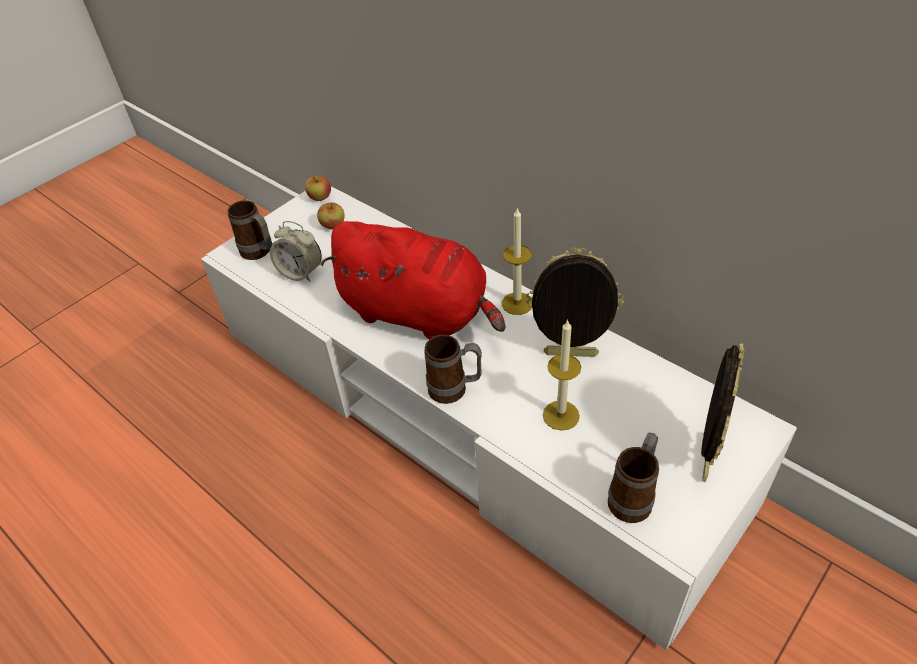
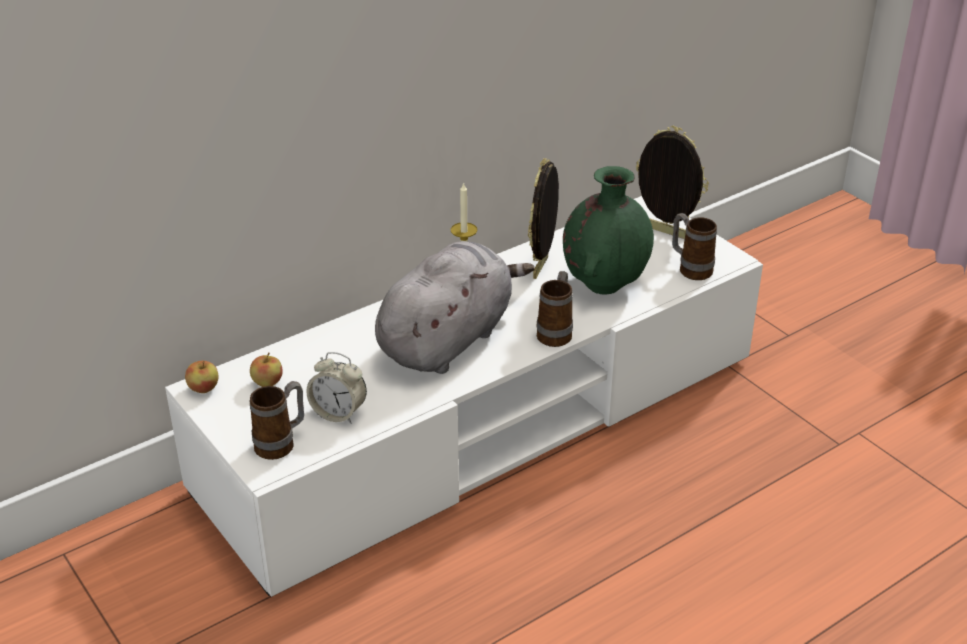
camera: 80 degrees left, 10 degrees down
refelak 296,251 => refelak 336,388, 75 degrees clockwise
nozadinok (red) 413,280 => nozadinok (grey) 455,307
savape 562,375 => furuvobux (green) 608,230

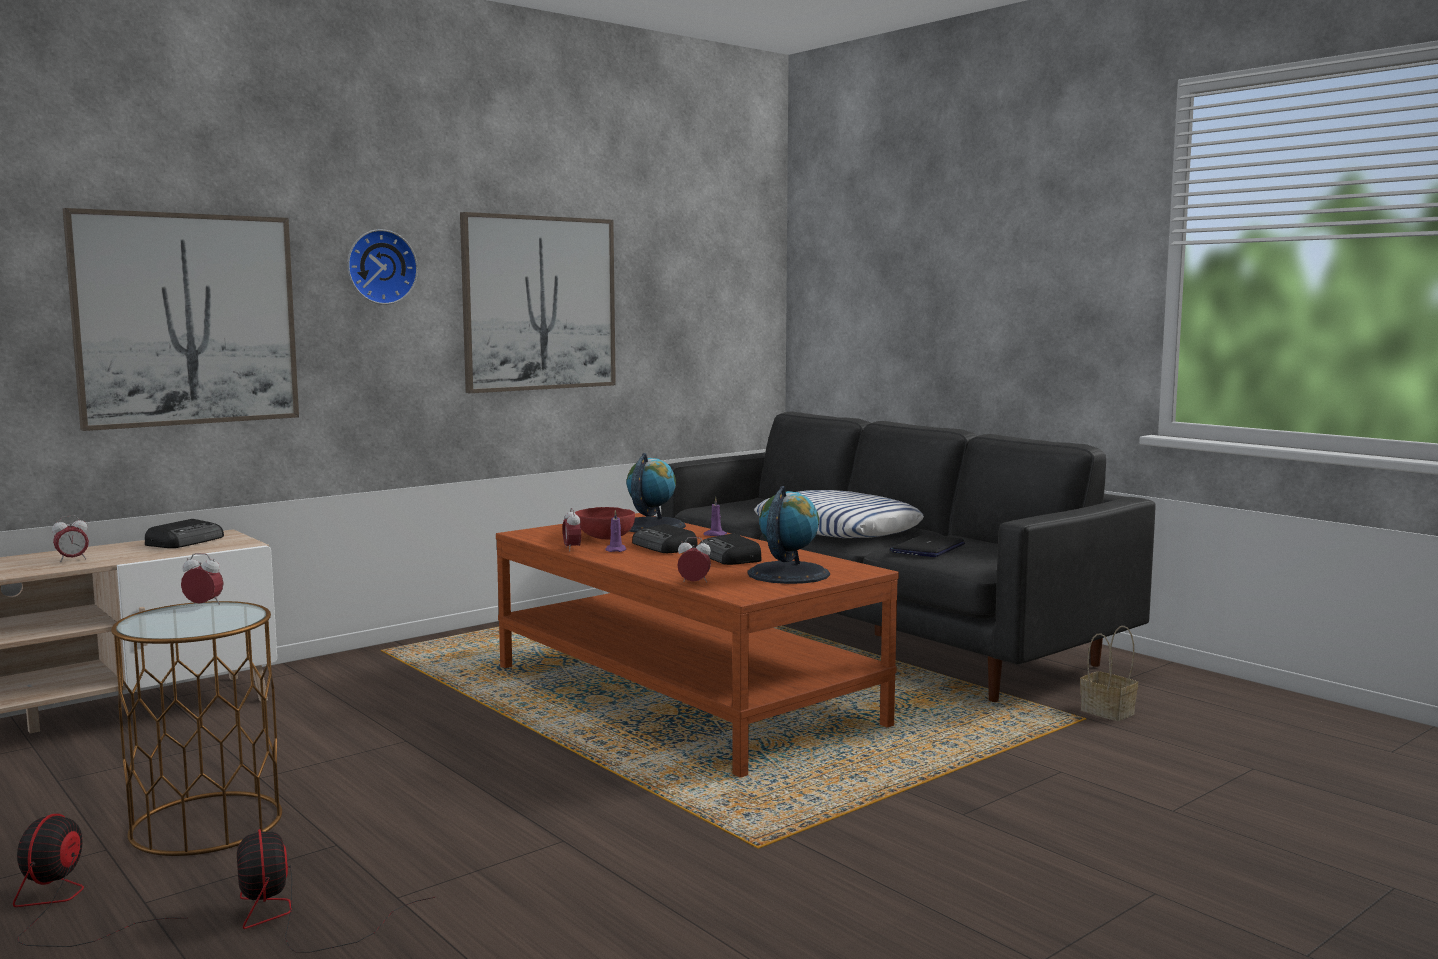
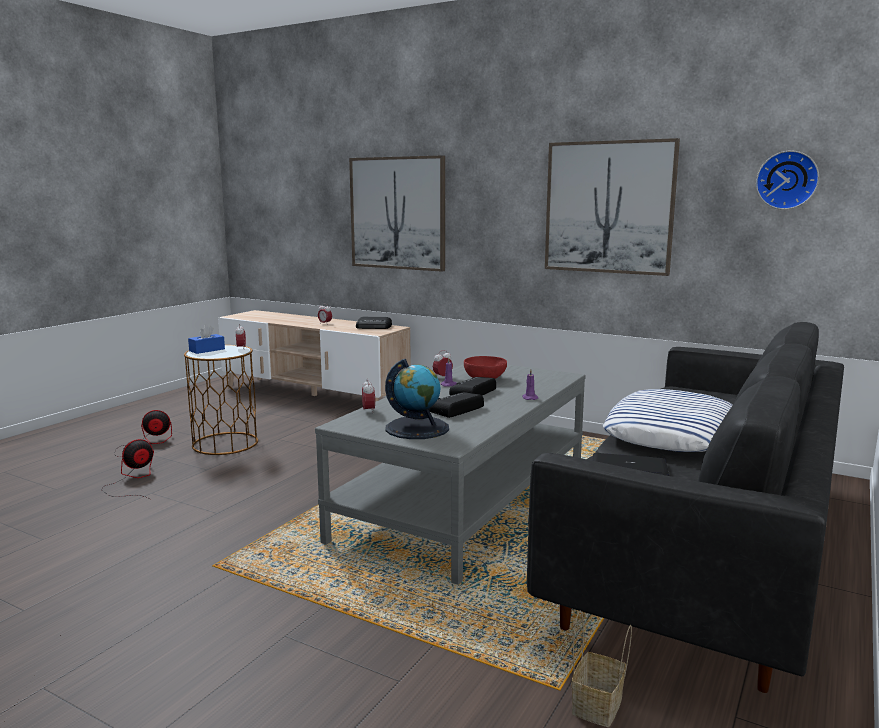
camera: 70 degrees right, 5 degrees up
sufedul 382,267 => sufedul 787,180, move
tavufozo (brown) 697,645 => tavufozo (grey) 450,474
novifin 656,492 => nothing
nothing => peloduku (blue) 206,339

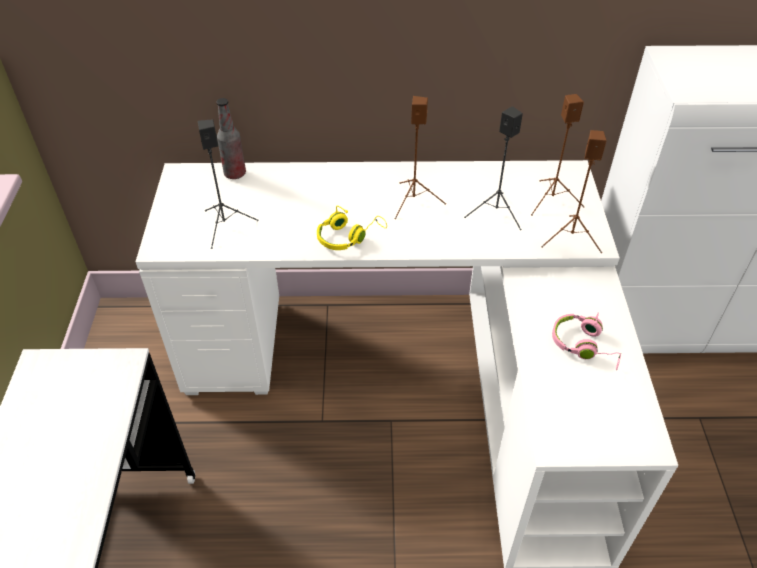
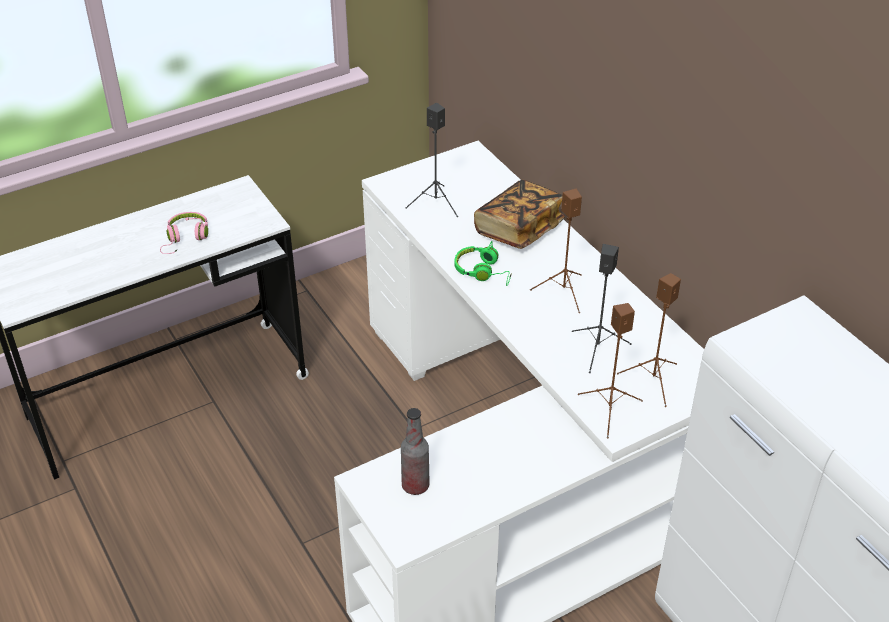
camera: 60 degrees right, 5 degrees down
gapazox 231,138 => gapazox 415,451, move
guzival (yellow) 352,228 => guzival (green) 483,263
guzival (pink) 586,341 => guzival (pink) 184,233, move
nothing => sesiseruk 519,214

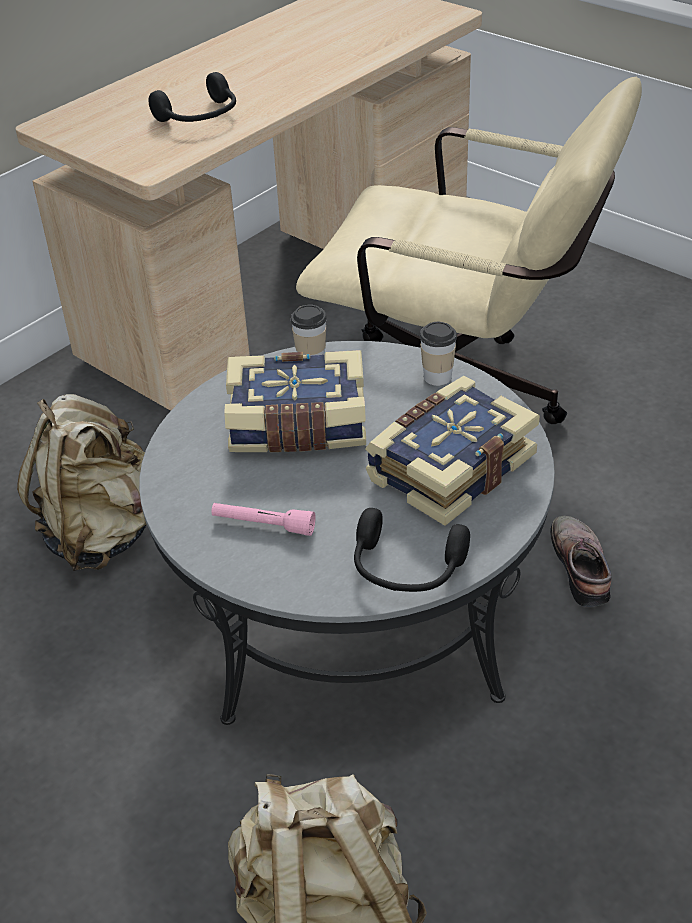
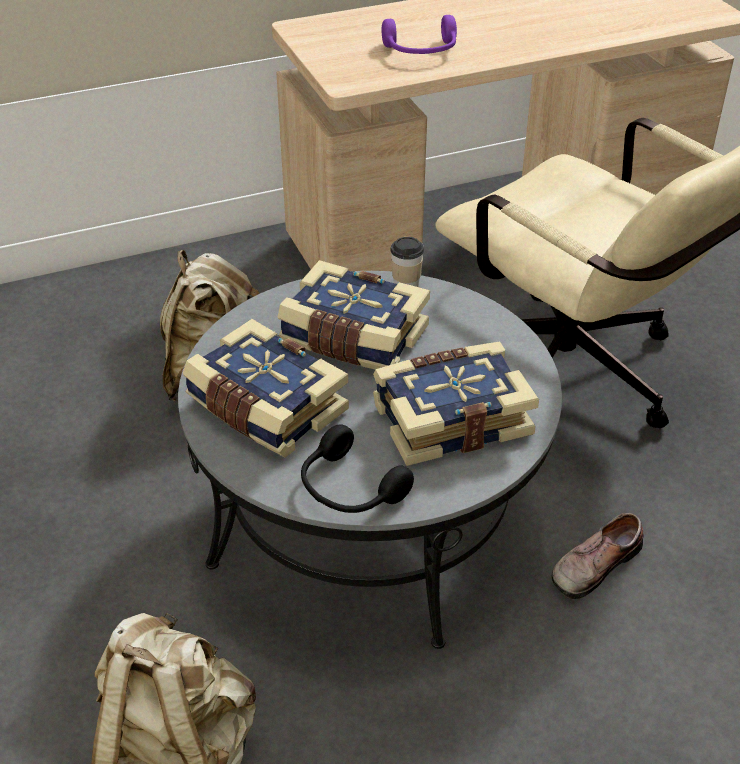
camera: 25 degrees right, 0 degrees up
guzival (black) 192,97 => guzival (purple) 419,34
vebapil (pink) 264,519 => sesiseruk 265,388
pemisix 438,354 => nothing
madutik 580,561 => madutik 597,556, 150 degrees counterclockwise

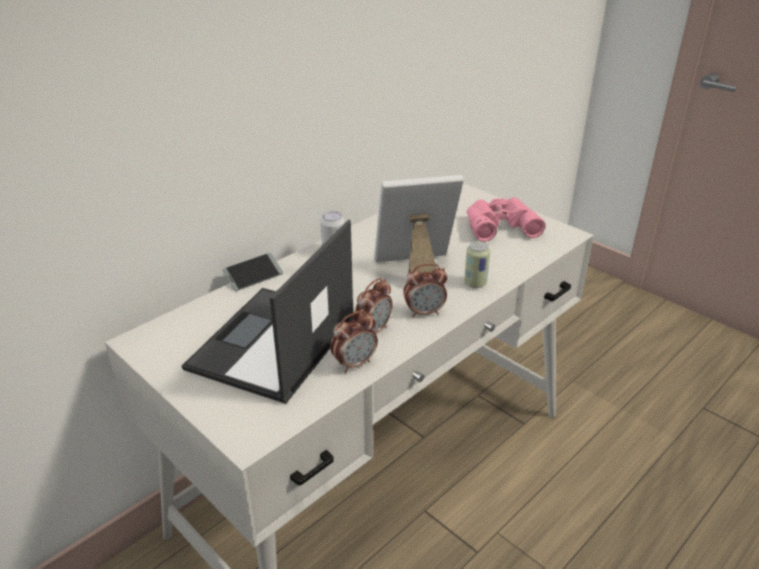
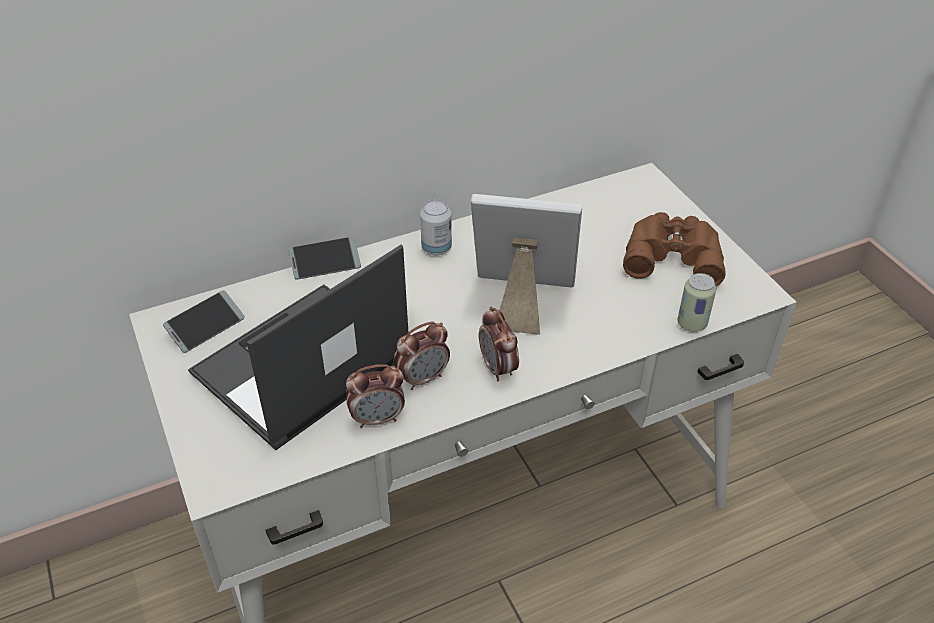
camera: 20 degrees right, 10 degrees up
refelak 425,290 => refelak 499,344, 60 degrees clockwise
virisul 477,264 => virisul 696,302, move
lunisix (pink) 506,219 => lunisix (brown) 674,249
nothing => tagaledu 204,321

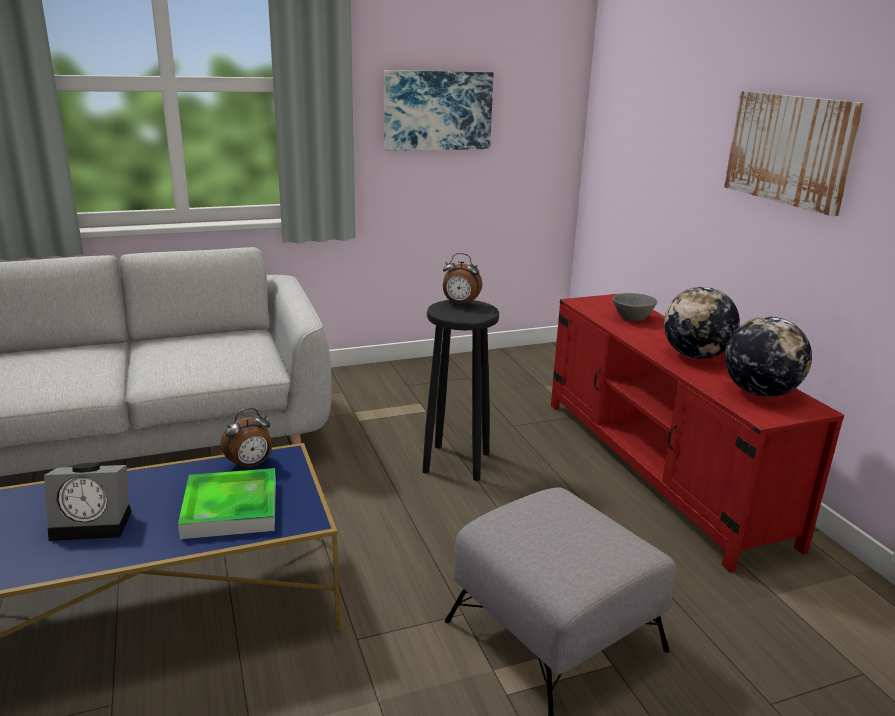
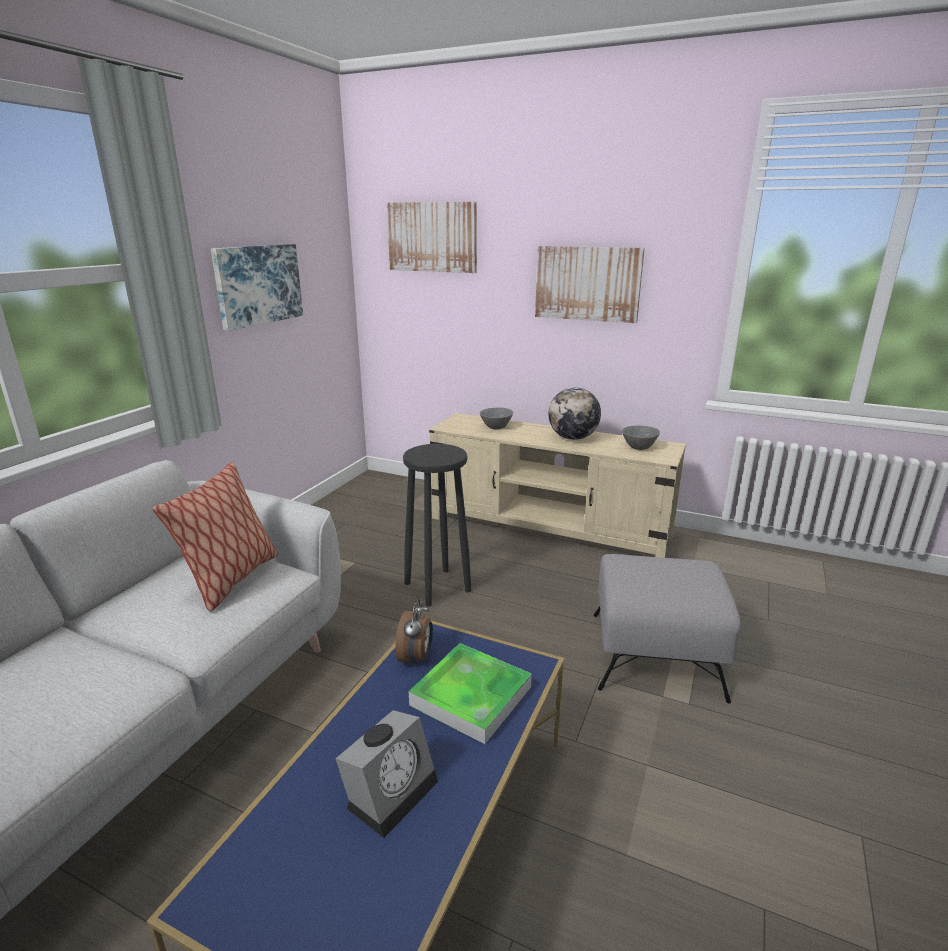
camera: 45 degrees left, 0 degrees up
refelak 462,279 => nothing
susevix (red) 697,433 => susevix (beige) 557,485
novifin 768,356 => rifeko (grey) 641,438
nothing => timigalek 215,537
nothing => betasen 432,237

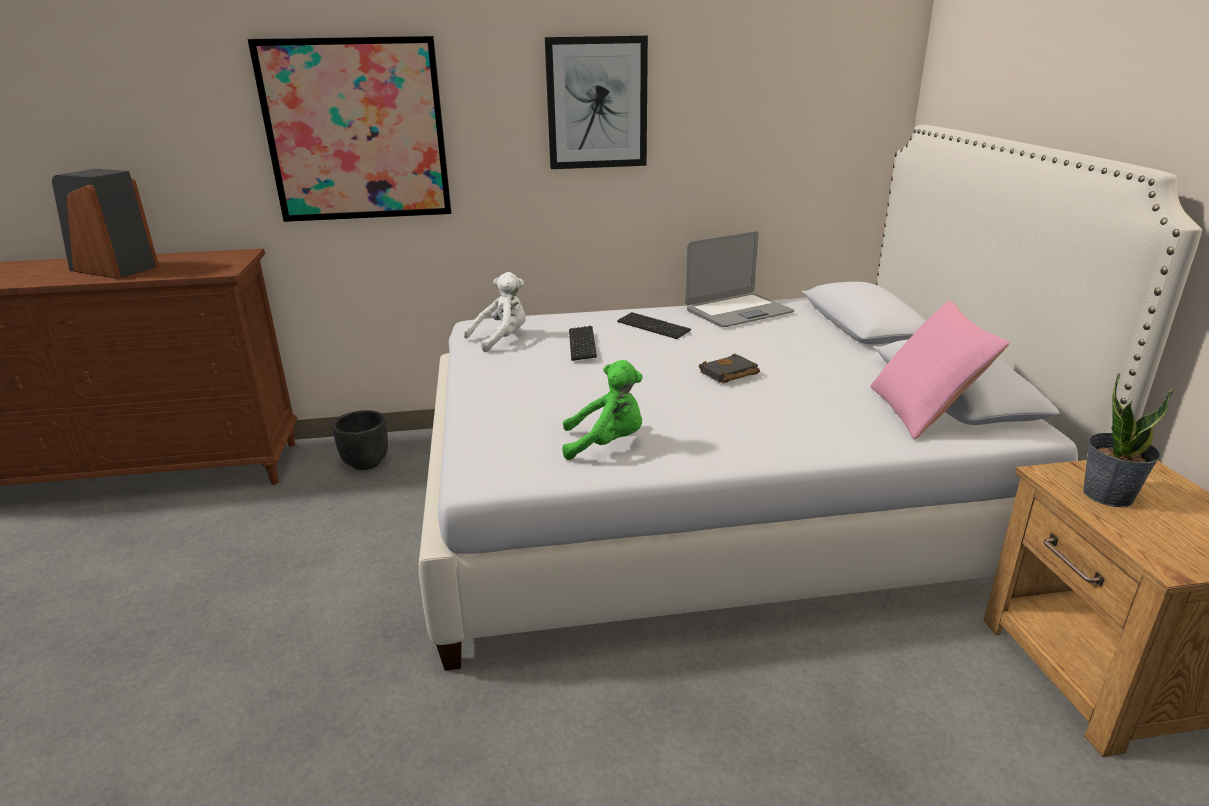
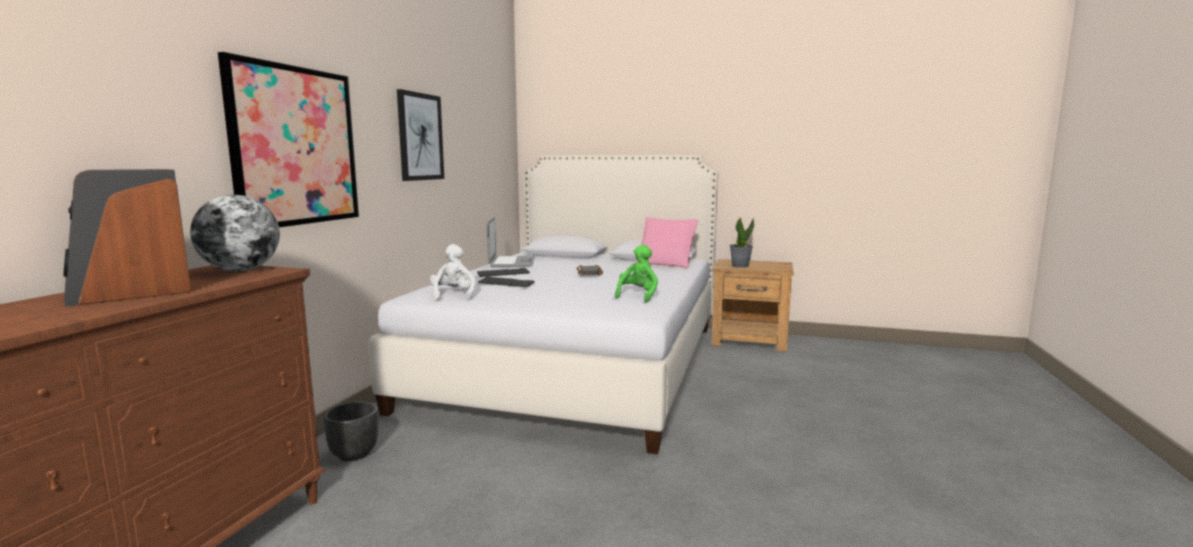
camera: 65 degrees left, 15 degrees down
nothing => novifin 235,233

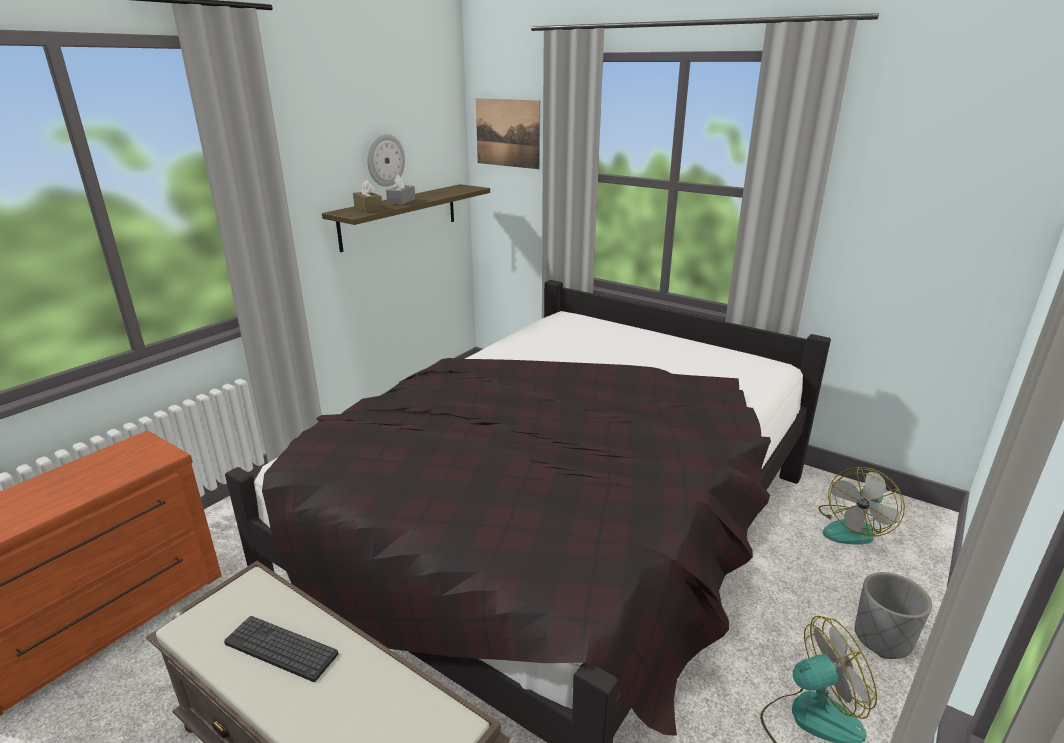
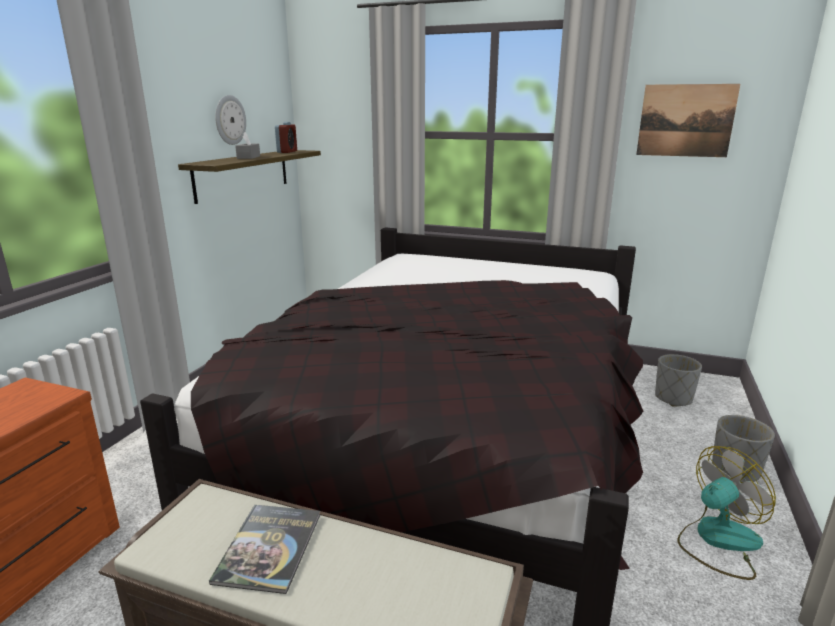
camera: 15 degrees left, 5 degrees down
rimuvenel 281,649 => sesiseruk 264,549
peloduku (brown) 368,196 => nothing
betasen 508,133 => betasen 688,120, move
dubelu 861,506 => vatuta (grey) 678,380
nothing => refelak 286,137

